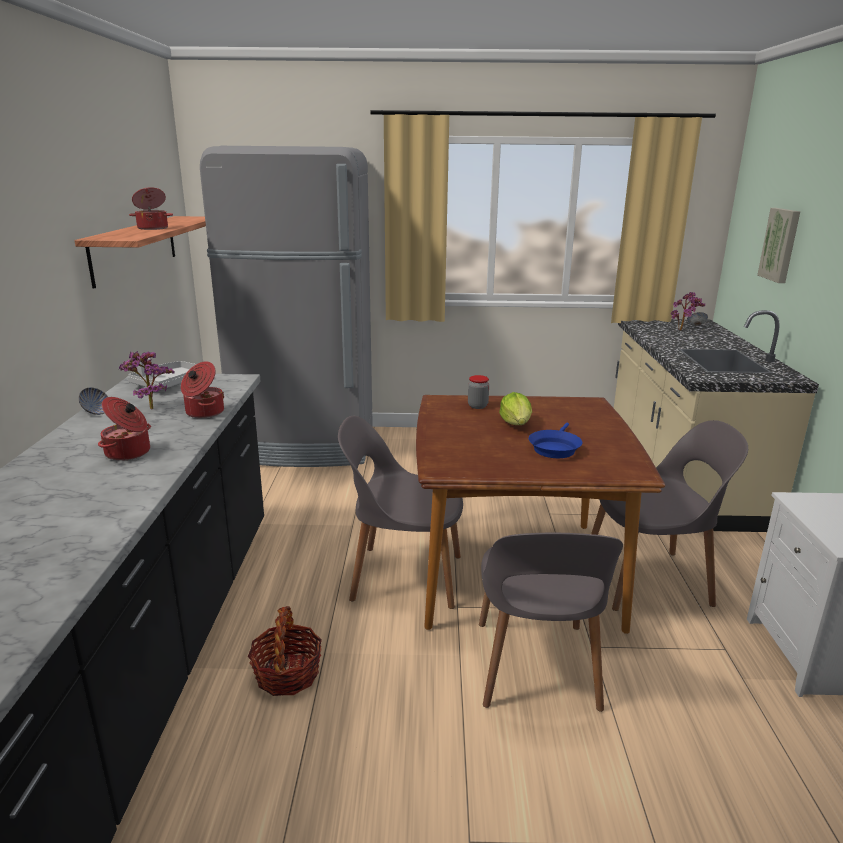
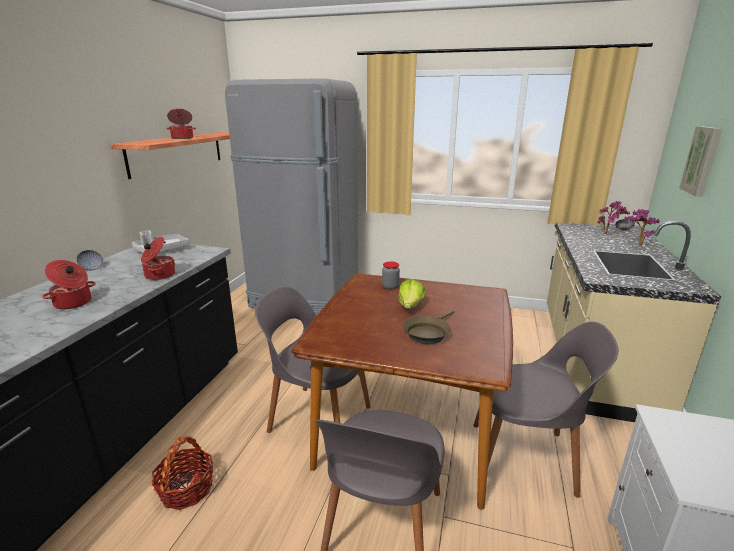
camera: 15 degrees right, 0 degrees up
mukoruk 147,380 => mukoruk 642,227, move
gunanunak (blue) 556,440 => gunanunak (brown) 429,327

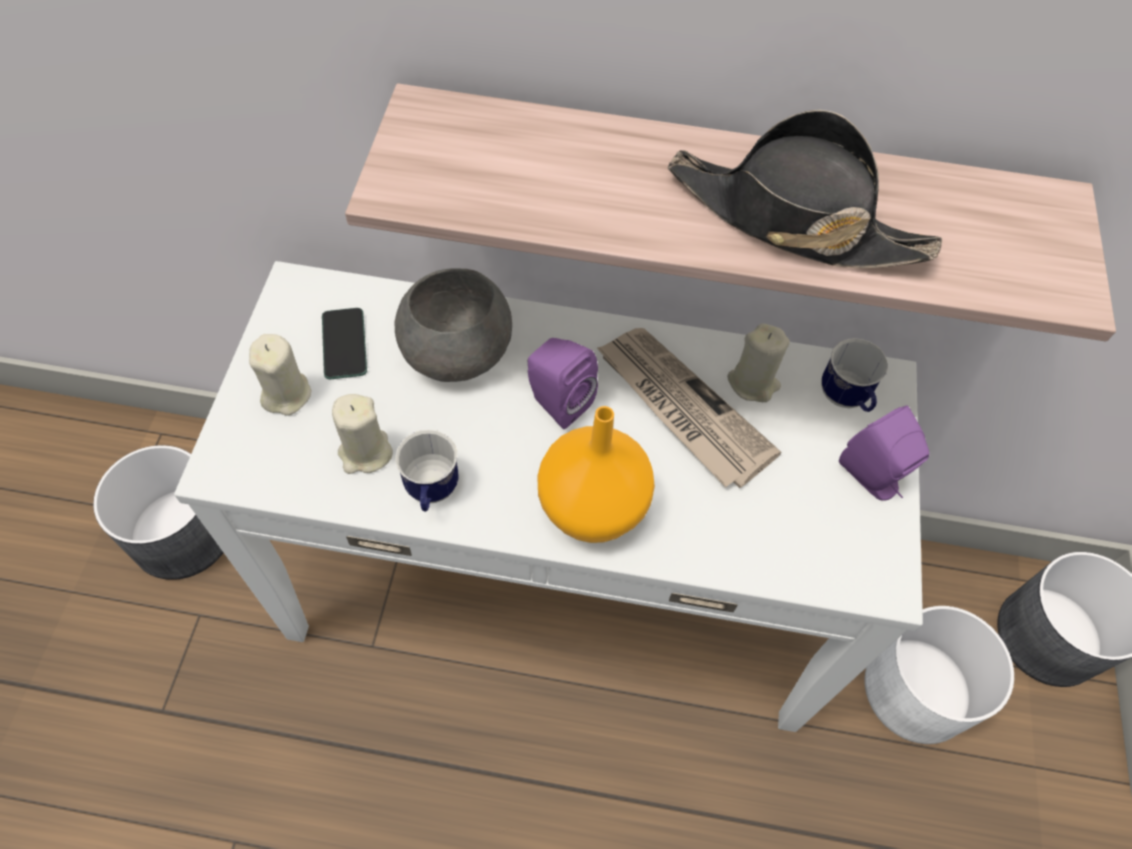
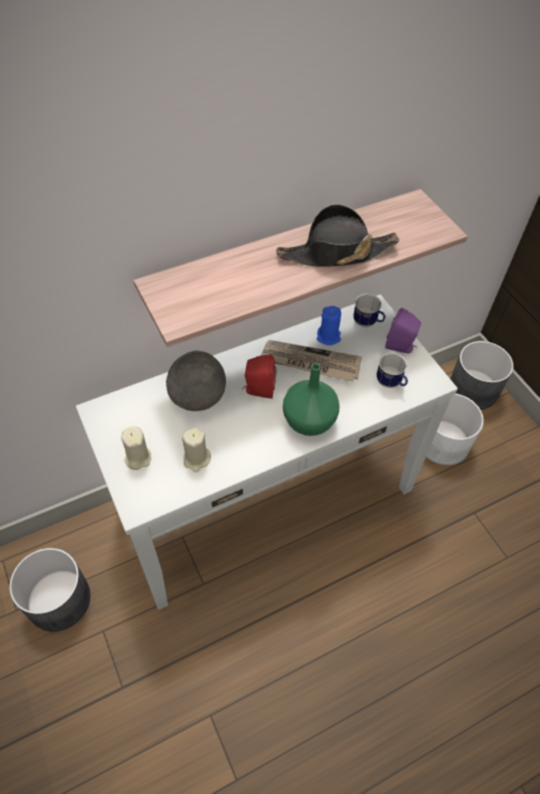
camera: 35 degrees left, 5 degrees down
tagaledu 344,343 => nothing
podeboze 426,471 => podeboze 392,370, move
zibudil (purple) 563,383 => zibudil (red) 260,376
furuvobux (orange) 596,474 => furuvobux (green) 311,399
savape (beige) 758,363 => savape (blue) 329,325

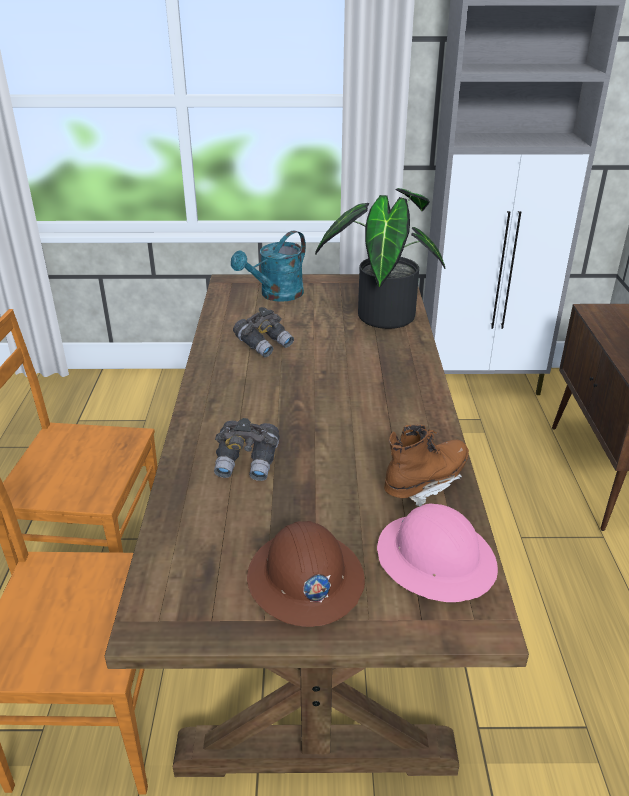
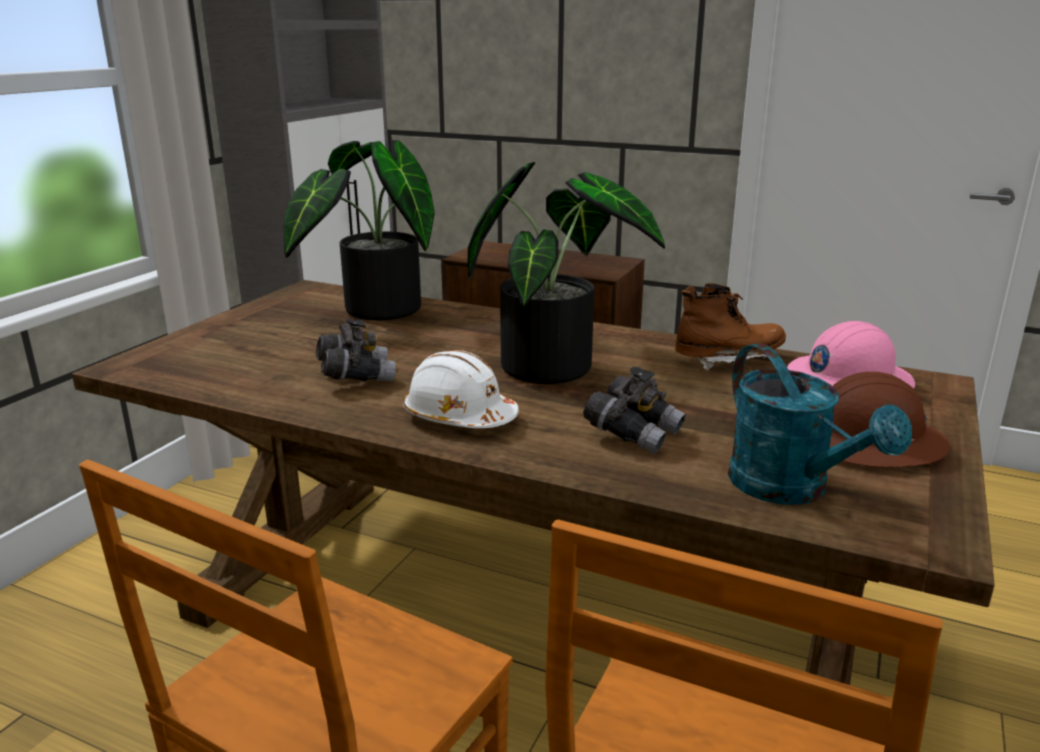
camera: 65 degrees left, 10 degrees down
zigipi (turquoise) 268,266 => zigipi (turquoise) 820,424, move
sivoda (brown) 426,465 => sivoda (brown) 730,327, 90 degrees clockwise
nothing => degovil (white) 461,389
nothing => mukoruk 566,273

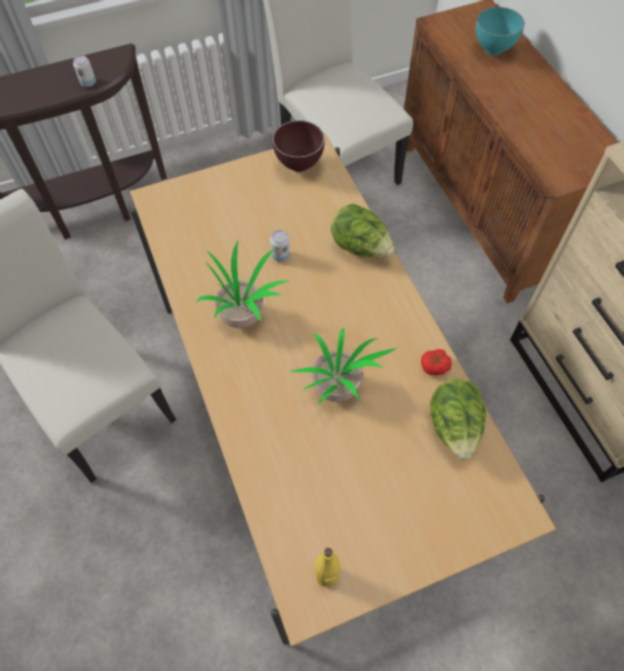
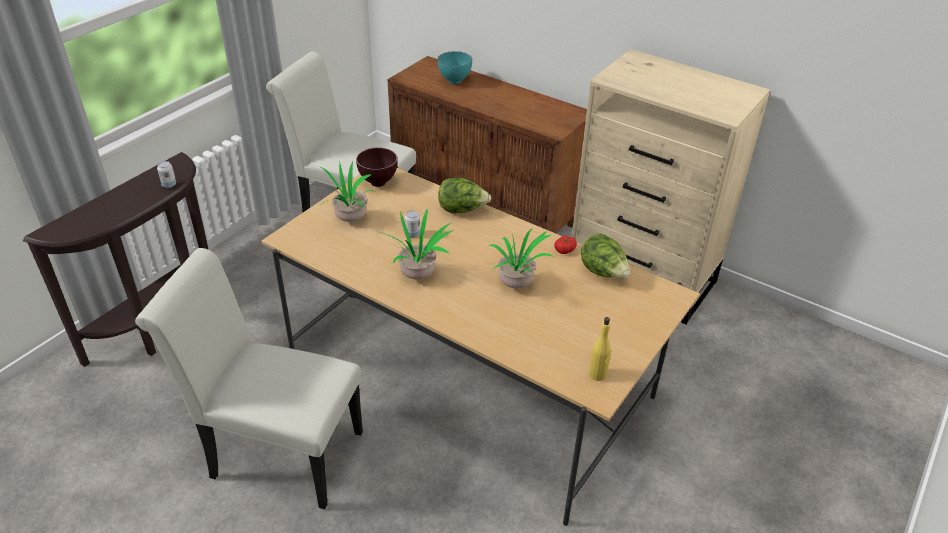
camera: 35 degrees left, 20 degrees down
nothing => mukoruk 347,191

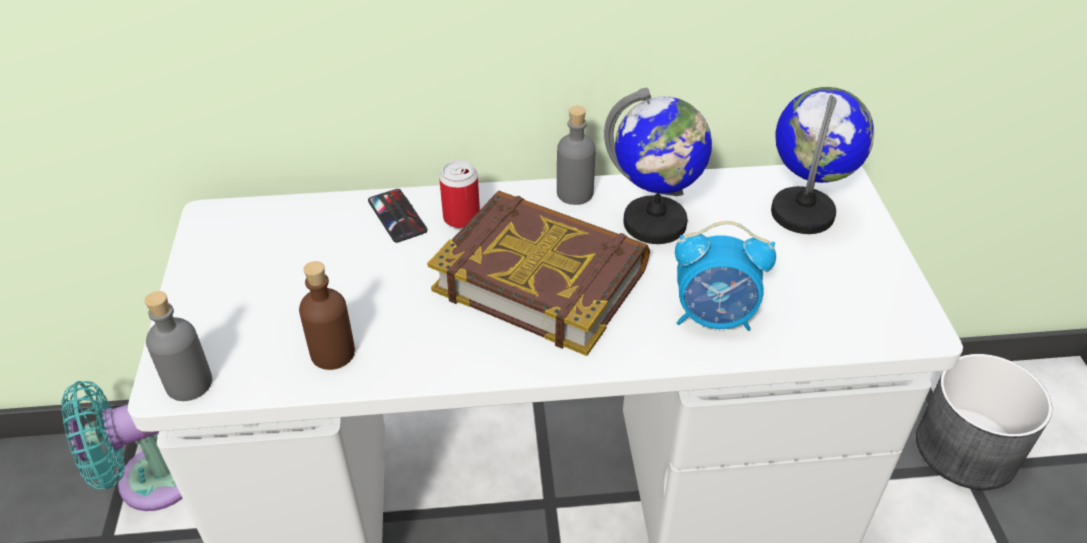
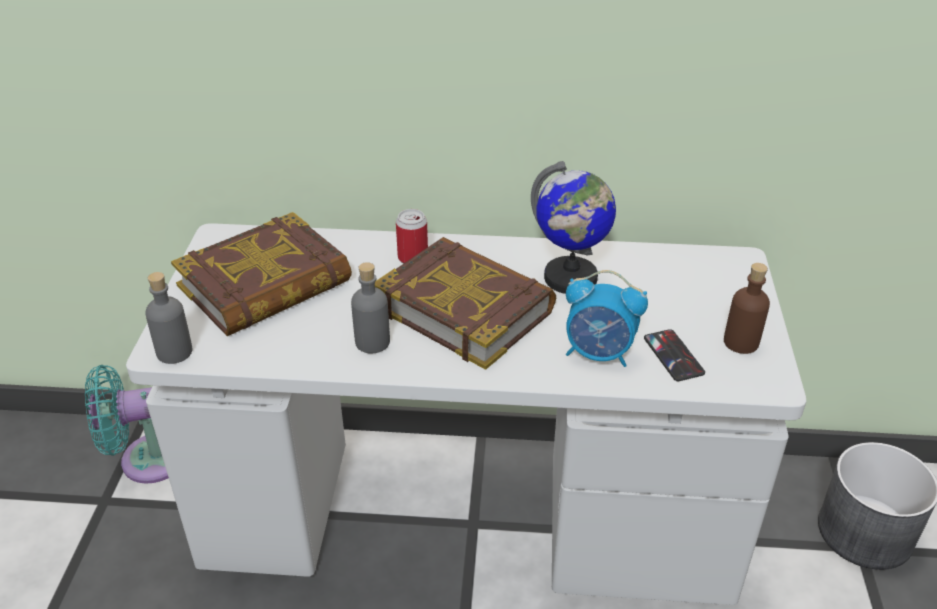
camera: 10 degrees right, 5 degrees down
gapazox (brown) 327,315 => gapazox (brown) 747,308, move
tagaledu 398,215 => tagaledu 674,355, move
gapazox (grey) 576,155 => gapazox (grey) 370,308, move
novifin 822,160 => nothing
nothing => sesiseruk 261,274

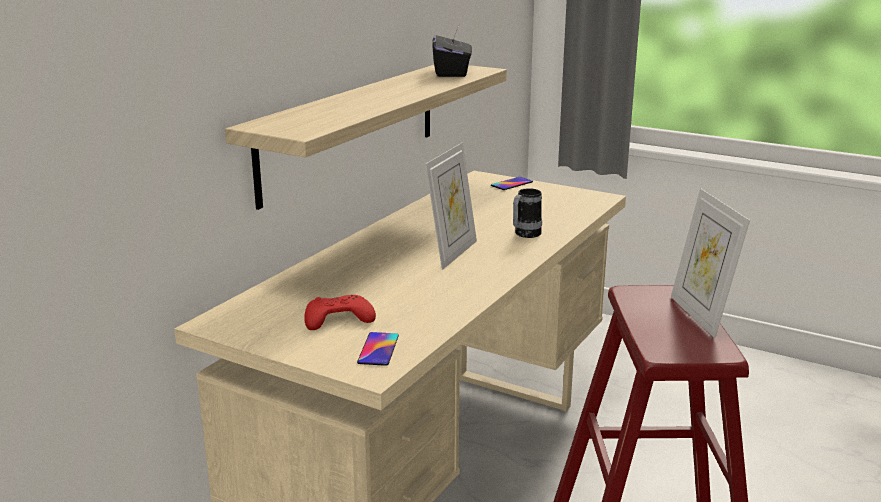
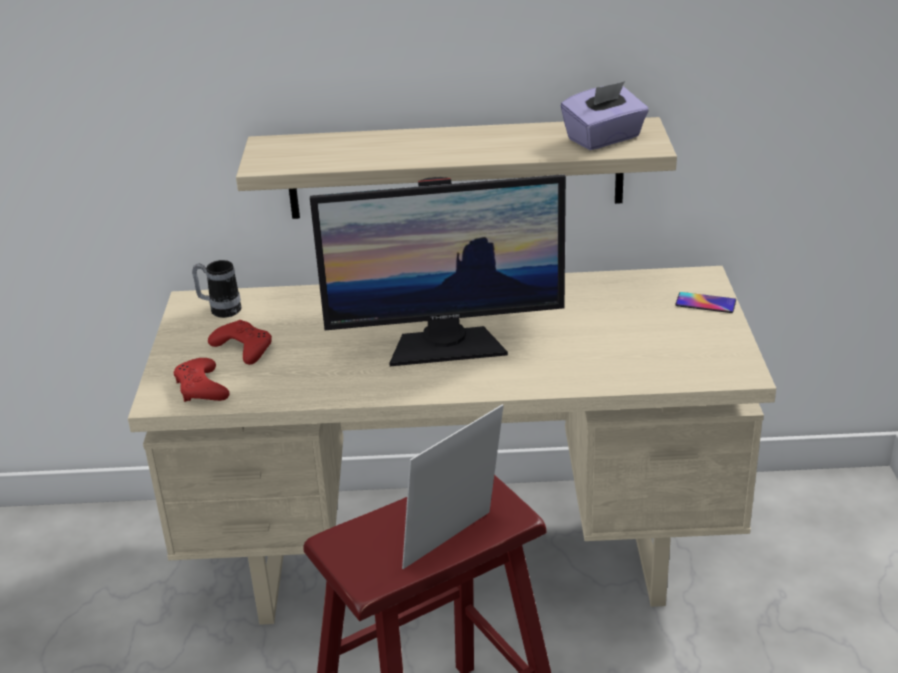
camera: 60 degrees right, 10 degrees up
tagaledu 378,349 => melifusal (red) 201,380
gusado 451,206 => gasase 438,270
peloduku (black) 452,51 => peloduku (purple) 605,115
podeboze 527,213 => podeboze 216,289, move

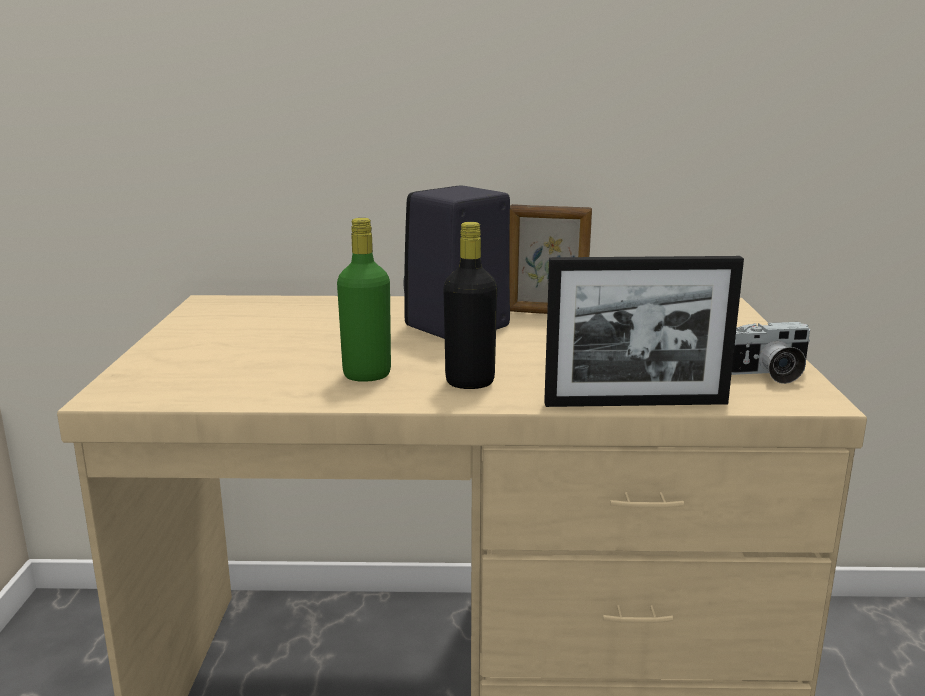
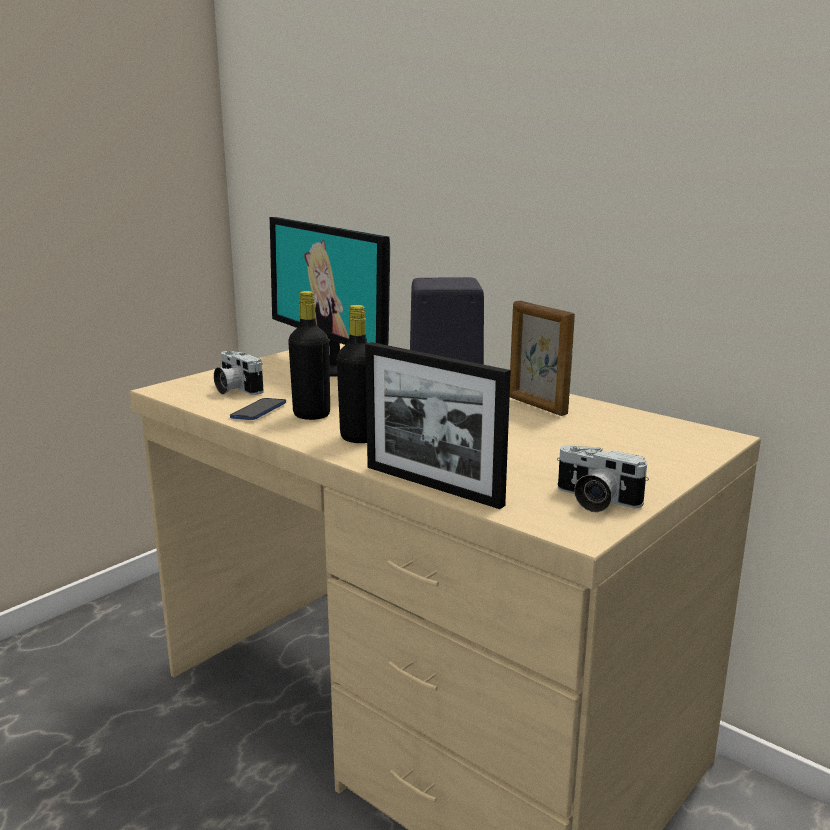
camera: 40 degrees right, 0 degrees up
gapazox (green) 364,300 => gapazox (black) 309,355
nothing => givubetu 239,373
nothing => tagaledu 258,409
nothing => gasase 330,297

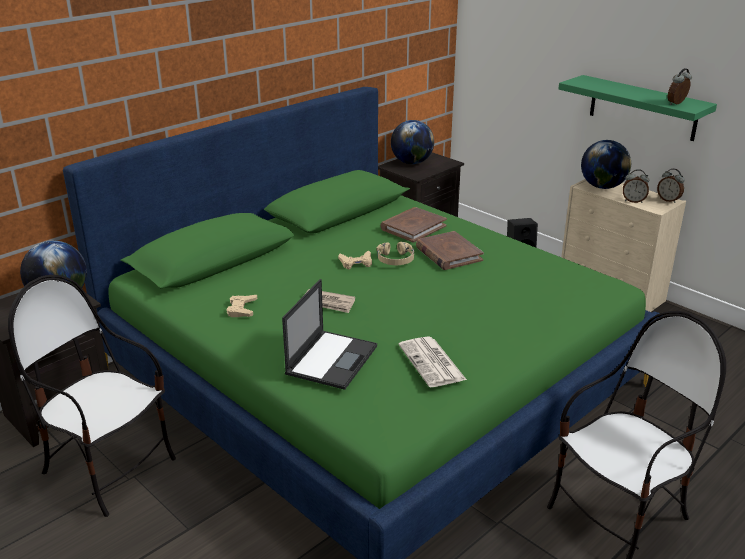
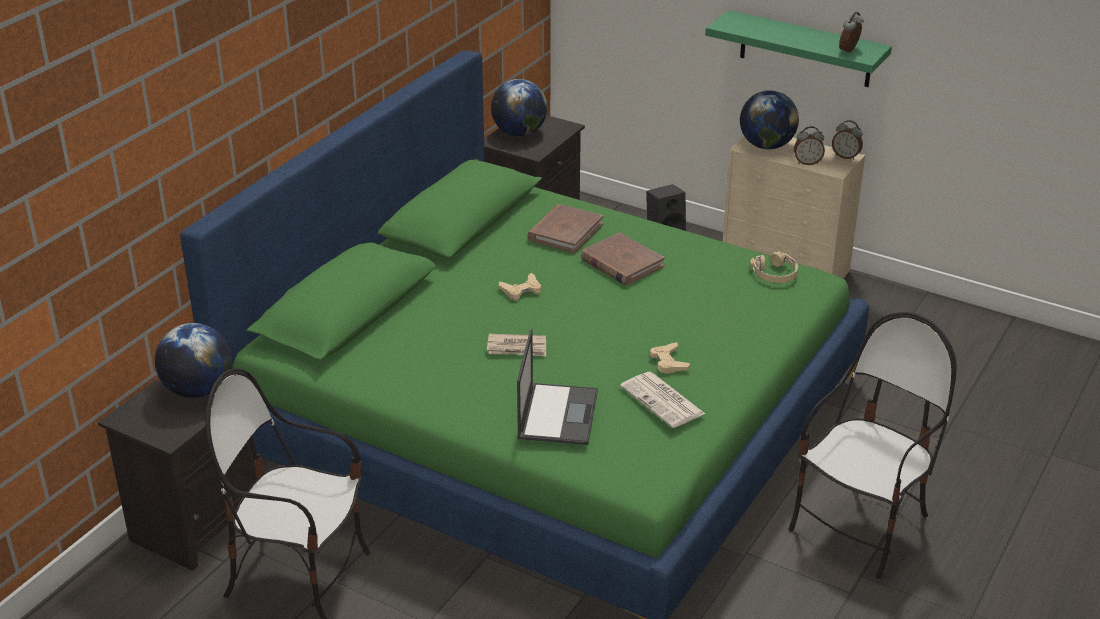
camera: 15 degrees left, 5 degrees up
melifusal (beige) 241,306 => melifusal (beige) 670,358, move
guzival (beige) 395,253 => guzival (beige) 774,267, move

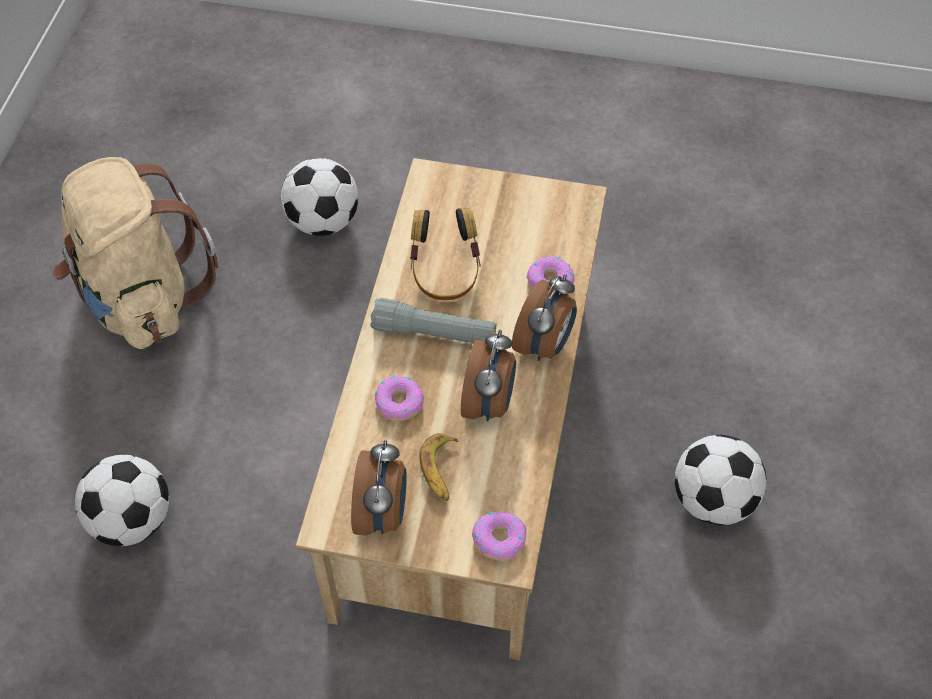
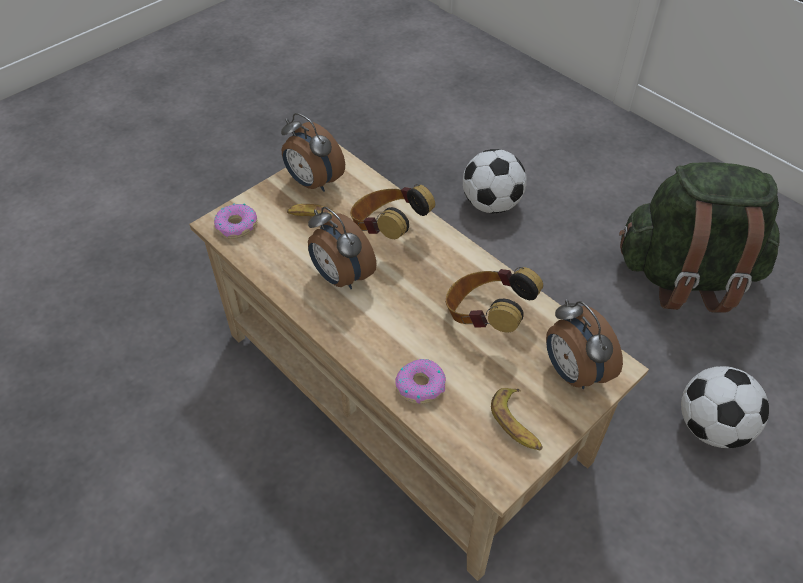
camera: 125 degrees right, 5 degrees down
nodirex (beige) 135,253 => nodirex (green) 699,237
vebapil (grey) 433,321 => nothing
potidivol 399,398 => guzival 392,211
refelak 544,317 => refelak 584,344, move
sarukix 721,480 => nothing
nothing => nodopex 516,419

